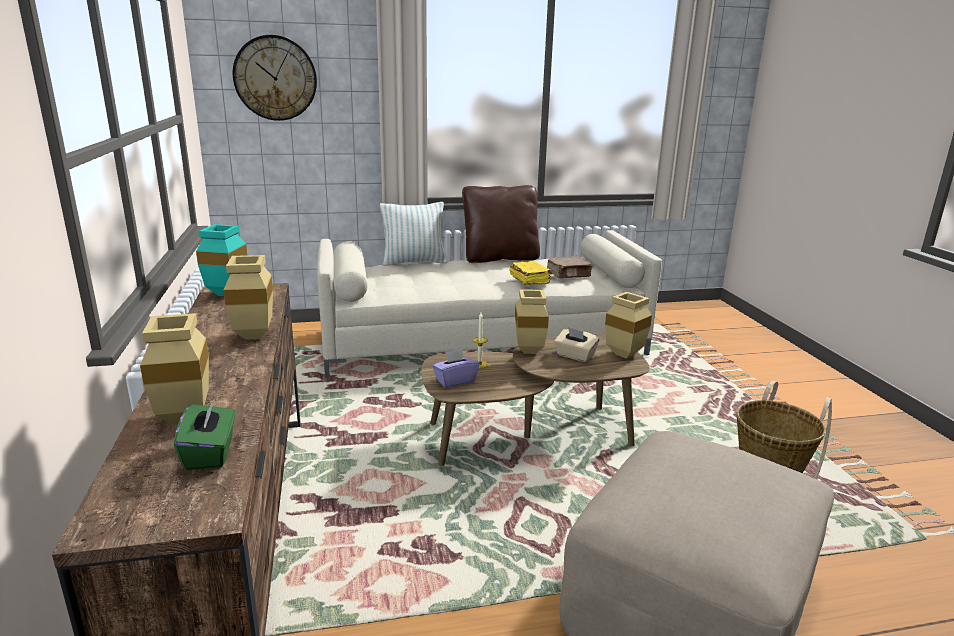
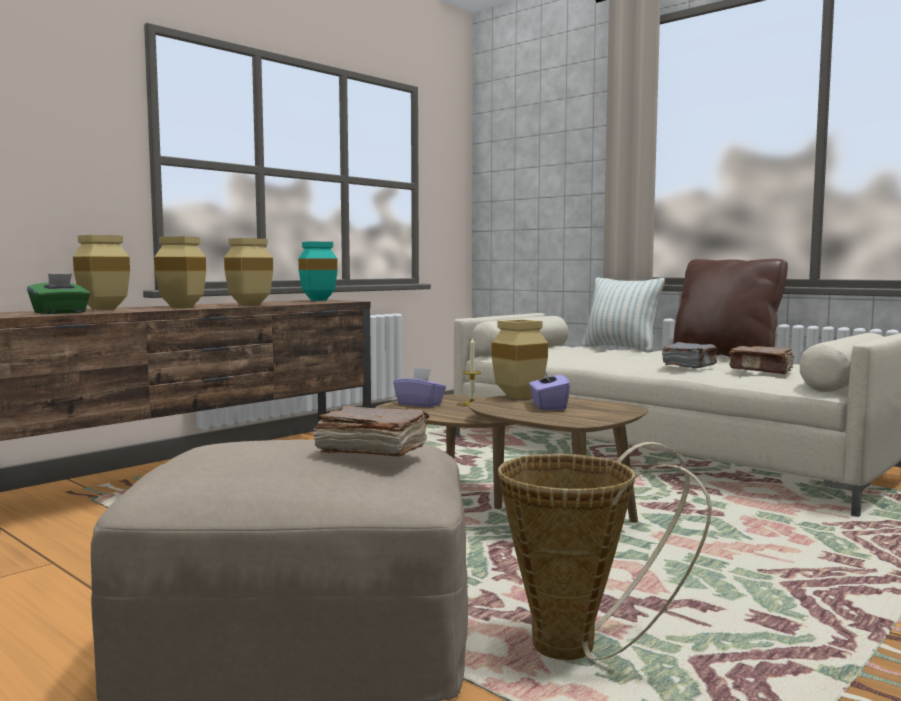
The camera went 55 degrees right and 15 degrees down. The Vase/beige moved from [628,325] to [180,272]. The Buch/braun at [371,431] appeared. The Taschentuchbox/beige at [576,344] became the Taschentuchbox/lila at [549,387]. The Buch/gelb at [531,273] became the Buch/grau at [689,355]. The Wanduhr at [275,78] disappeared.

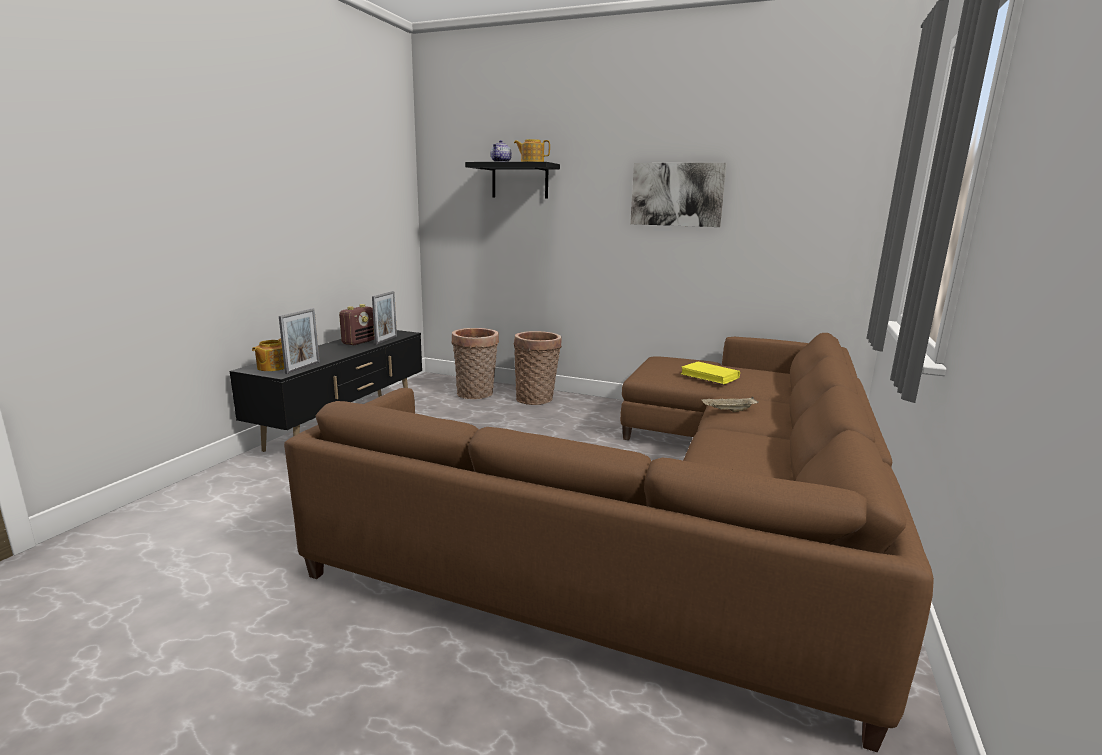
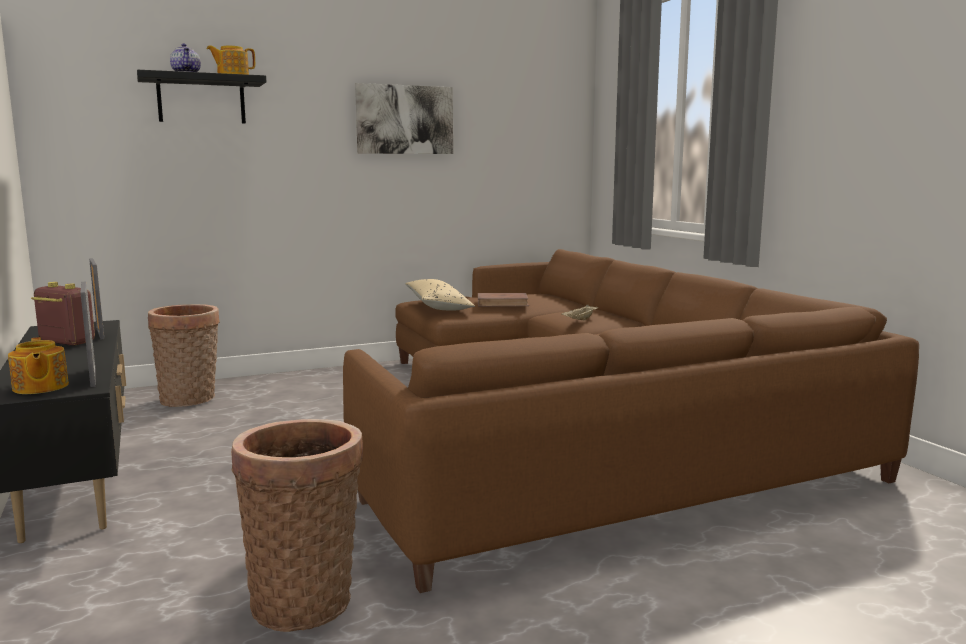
The camera went 45 degrees left and 5 degrees down. The Radio at [357,324] turned 45 degrees counterclockwise. The Korb moved from [538,368] to [297,525]. The Kissen/beige at [440,295] appeared. The Buch/gelb at [710,373] became the Buch/braun at [503,300].

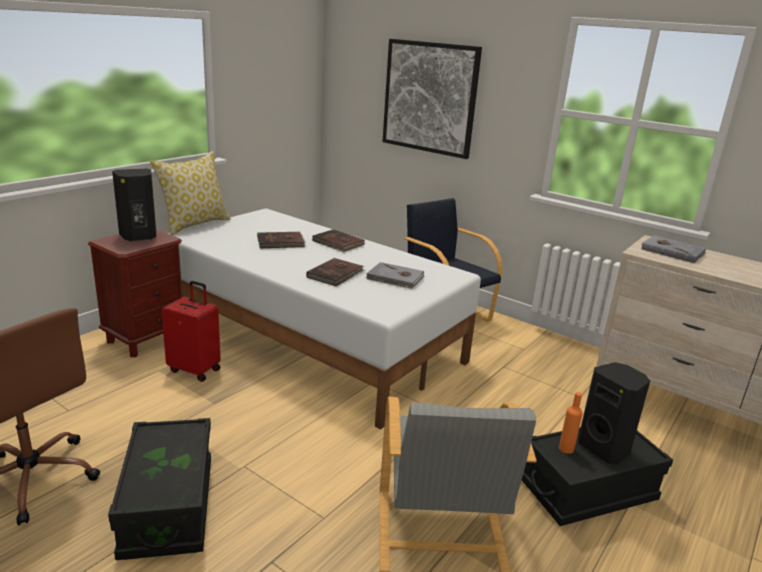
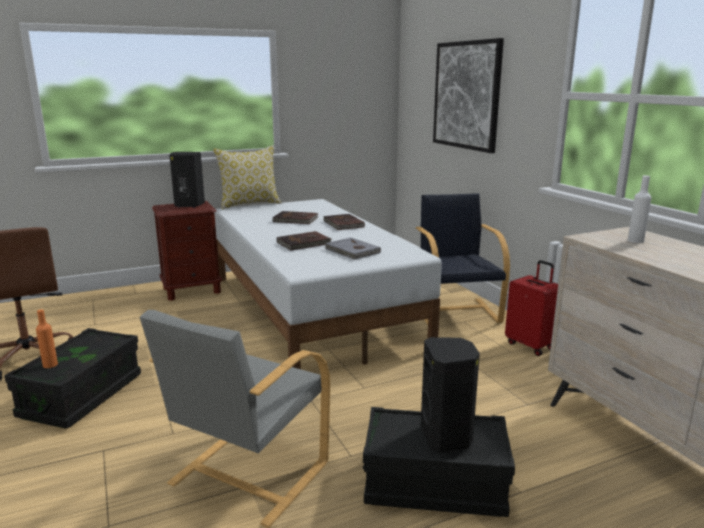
The camera went 30 degrees right and 5 degrees down. The Flasche/orange moved from [571,423] to [47,338]. The Koffer/rot moved from [191,331] to [531,308]. The Buch/grau at [673,249] was replaced by the Flasche/weiß at [639,209].

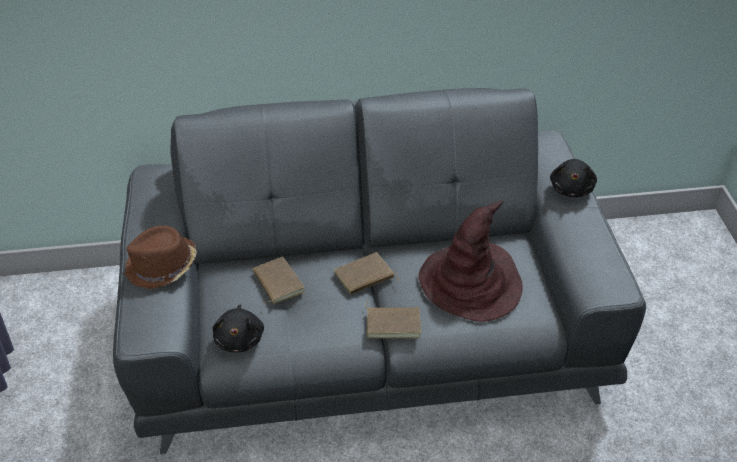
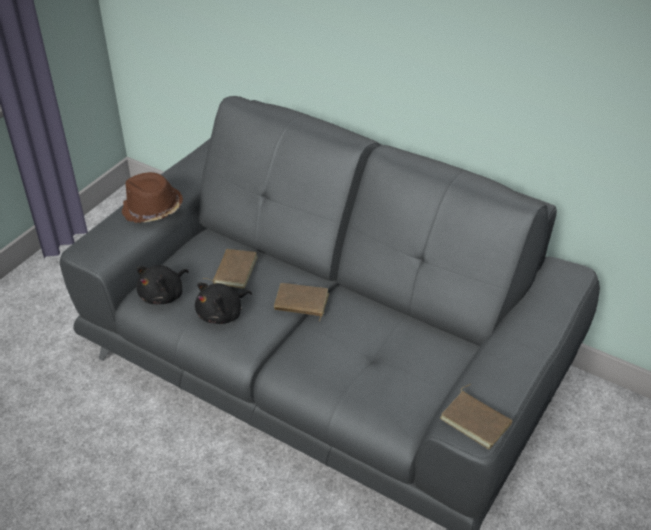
The camera went 40 degrees right and 0 degrees up. The Plüschtier/schwarz moved from [573,178] to [223,303]. The Buch/braun moved from [393,318] to [476,416]. The Hut/braun at [470,261] disappeared.

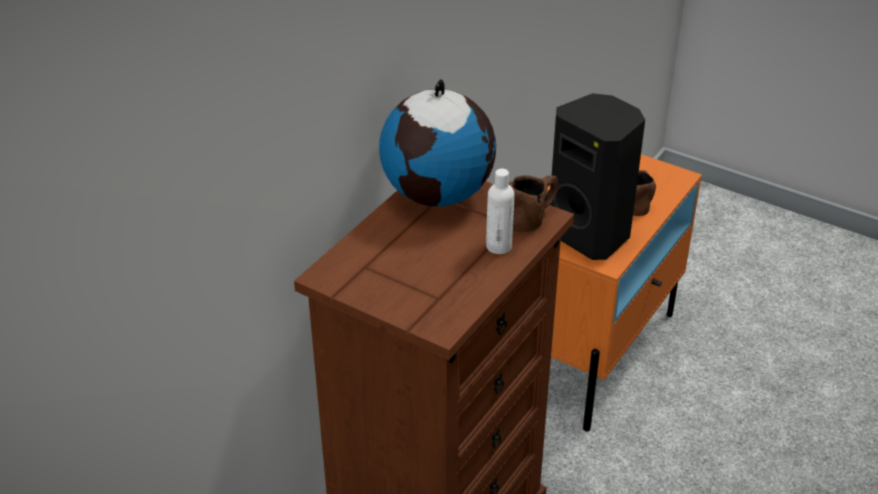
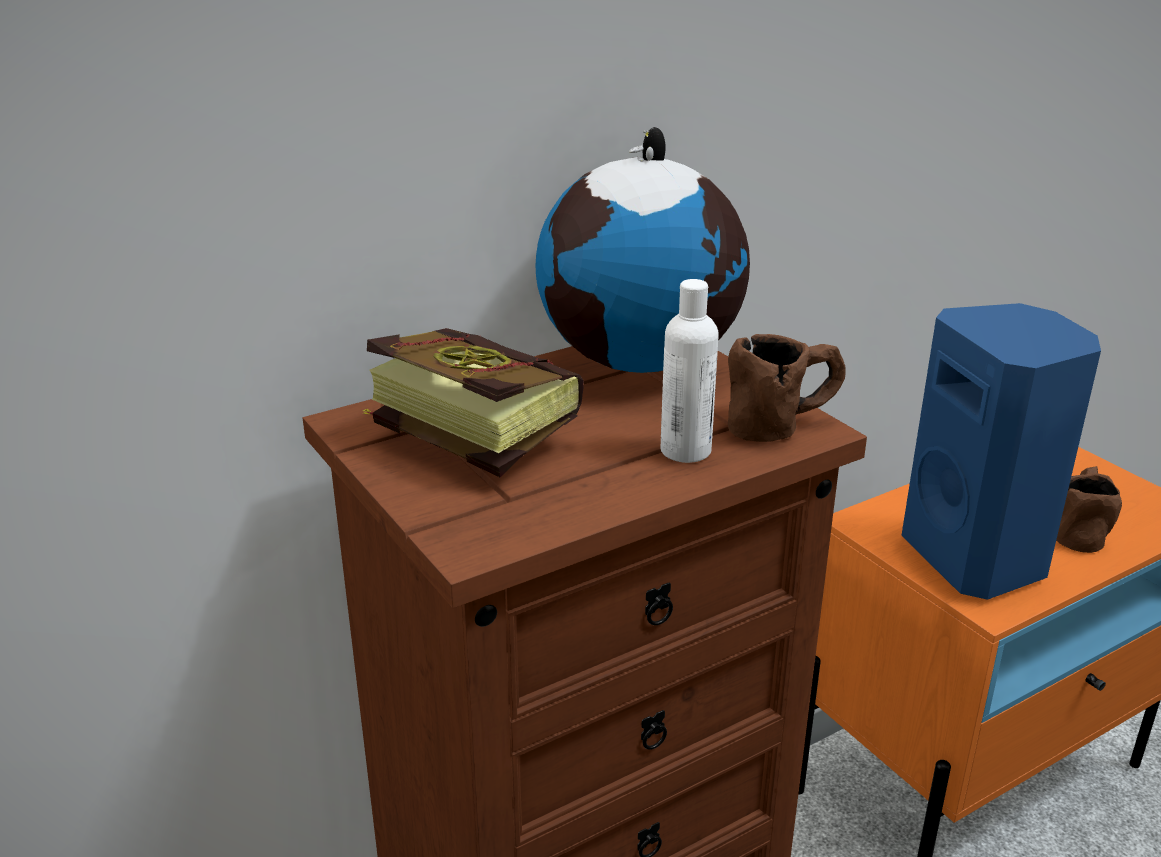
The camera went 25 degrees right and 10 degrees down. The Buch at [473,402] appeared. The Lautsprecher/schwarz at [597,176] became the Lautsprecher/blau at [1001,451].

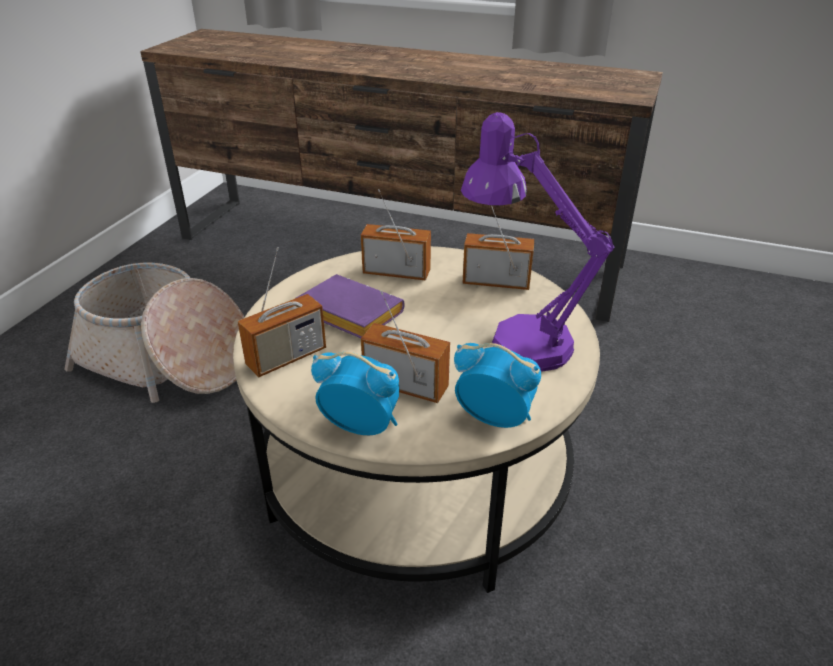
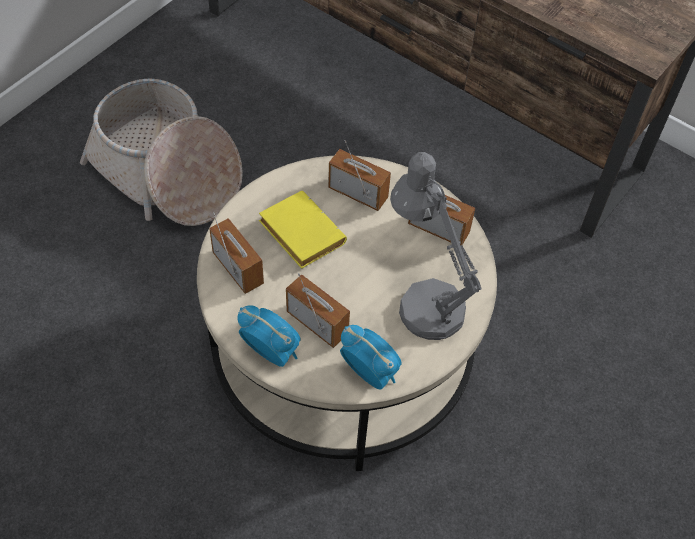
The camera went 15 degrees right and 20 degrees up. The Radio at [282,312] turned 105 degrees counterclockwise. The Buch/lila at [350,306] became the Buch/gelb at [303,230]. The Tischlampe/lila at [538,242] became the Tischlampe/grau at [436,246].

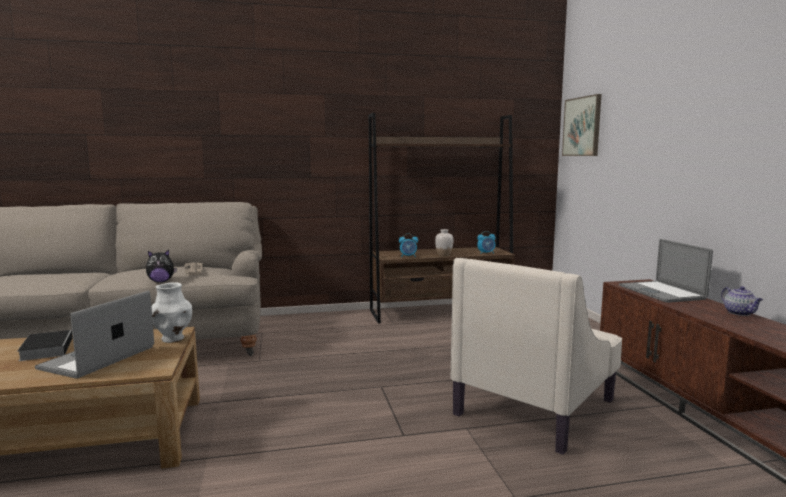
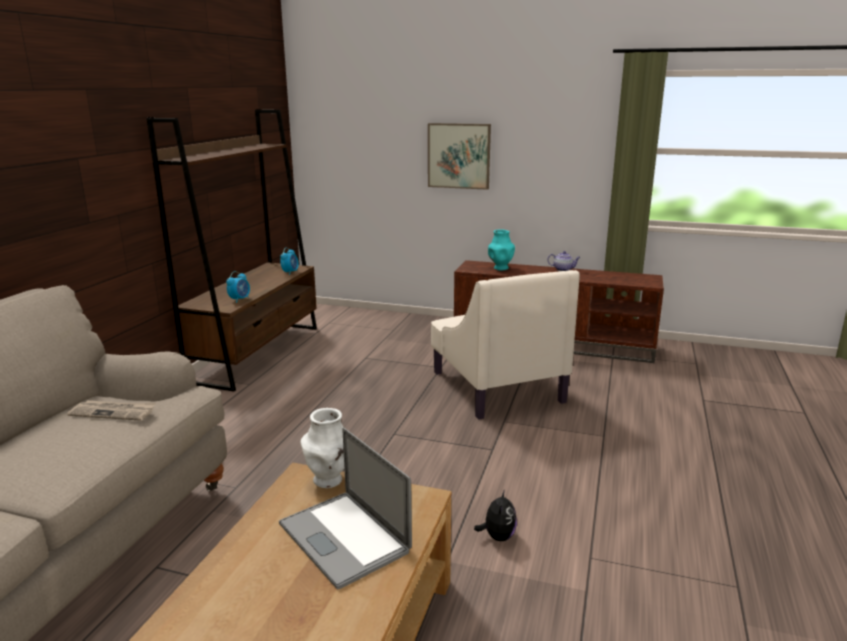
The camera went 60 degrees left and 10 degrees up. The Bild moved from [582,125] to [459,156]. The Plüschtier moved from [161,266] to [495,515]. The Laptop at [666,271] was replaced by the Vase/türkis at [501,249]. The Buch at [45,345] disappeared. The Vase/weiß at [444,243] disappeared.

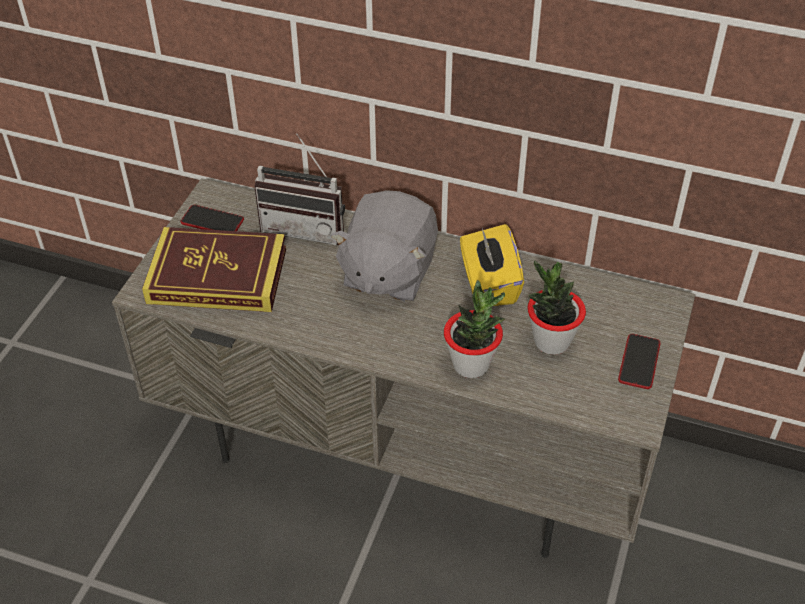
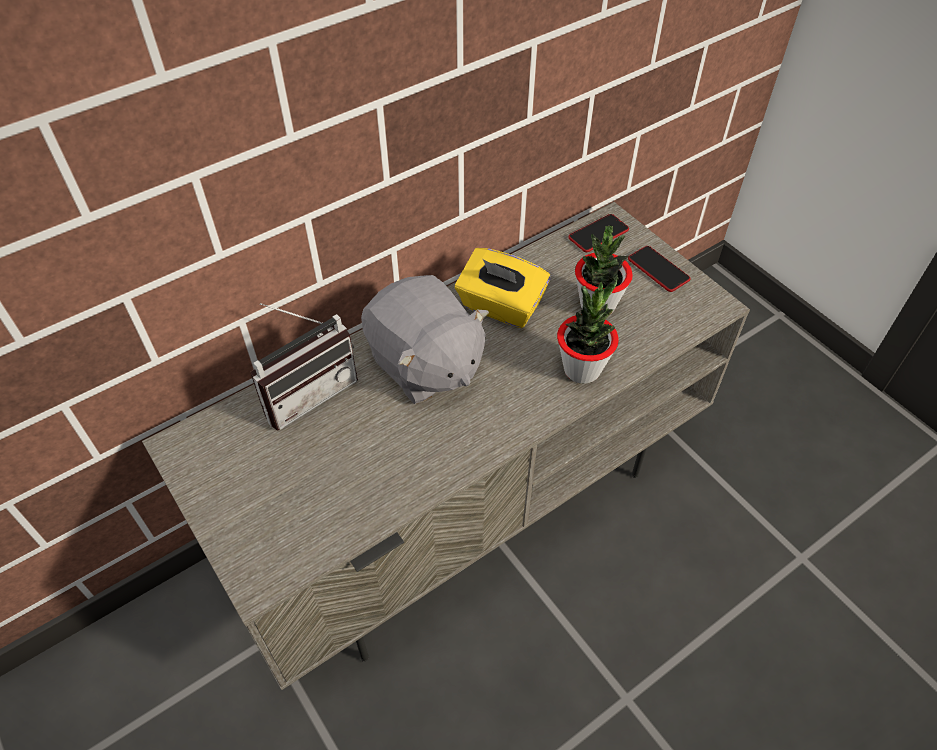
The camera went 55 degrees left and 5 degrees up. The Handy moved from [212,218] to [598,233]. The Buch at [214,269] disappeared.

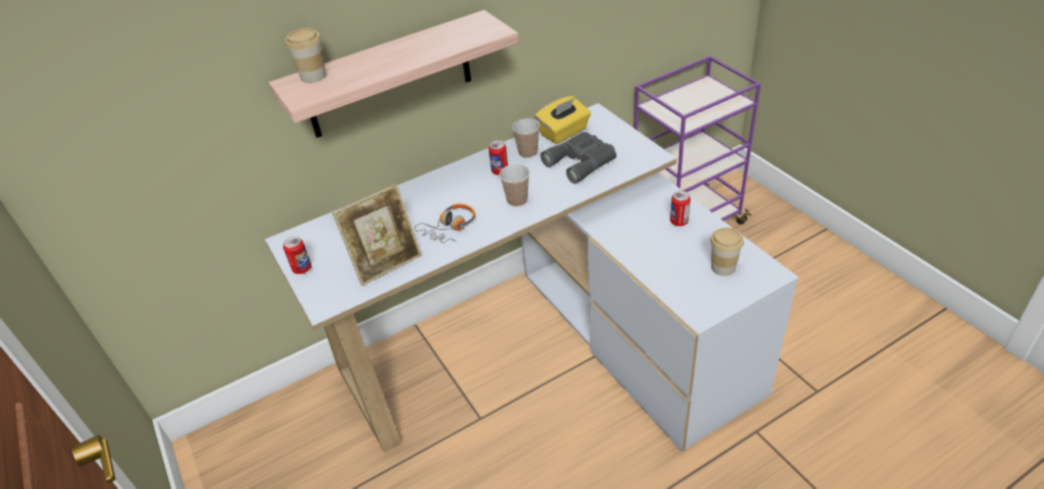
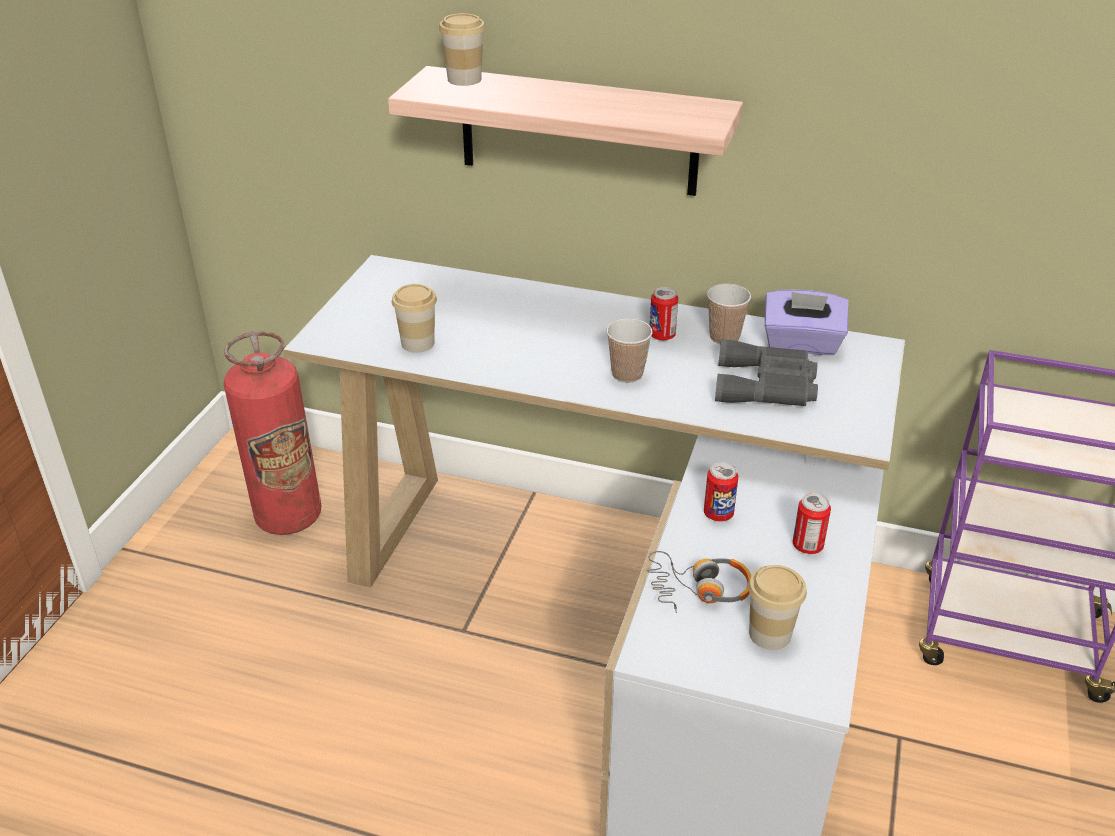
The camera went 45 degrees right and 5 degrees down. The Feuerlöscher at [272,433] appeared. The Bilderrahmen at [377,235] was replaced by the Tasse at [414,318]. The Kopfhörer moved from [444,223] to [699,582]. The Dose moved from [297,255] to [721,492]. The Taschentuchbox/gelb at [563,120] became the Taschentuchbox/lila at [806,322].

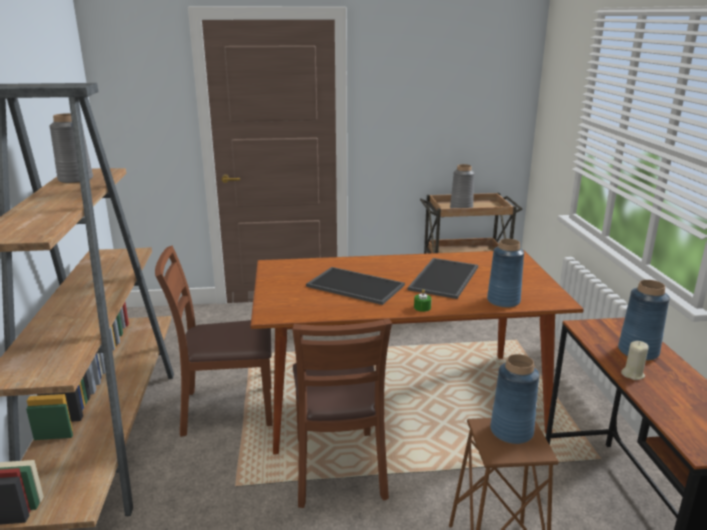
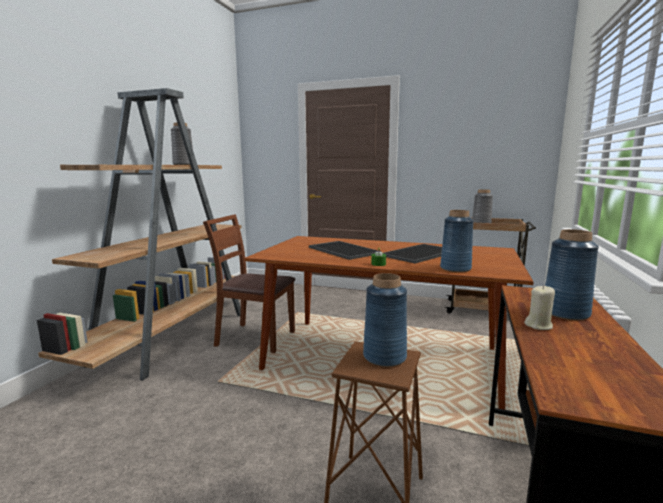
The camera went 25 degrees right and 10 degrees down. The Stuhl/braun at [342,413] disappeared.

